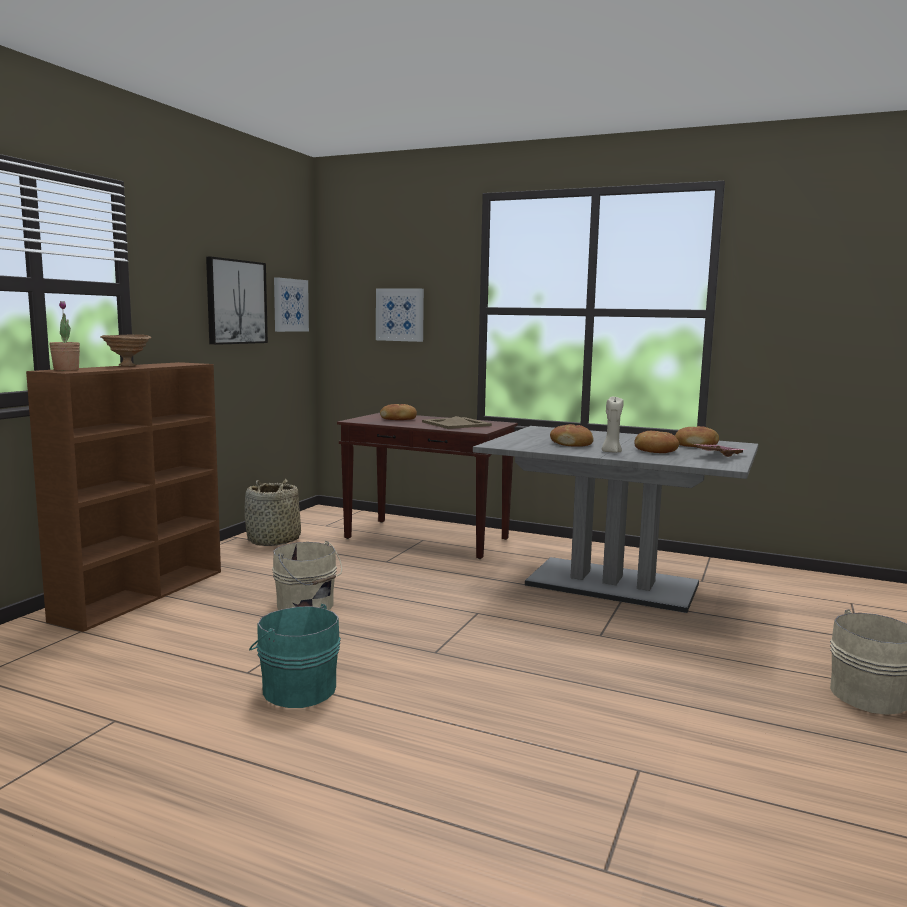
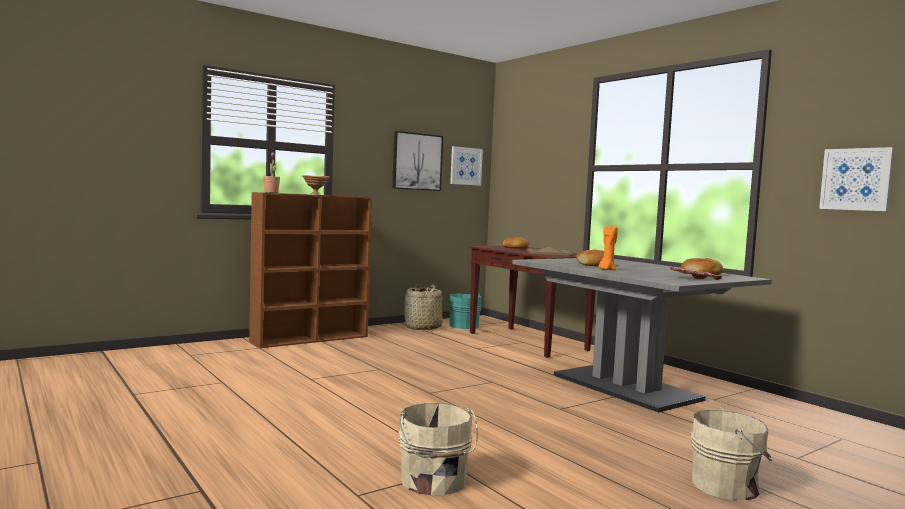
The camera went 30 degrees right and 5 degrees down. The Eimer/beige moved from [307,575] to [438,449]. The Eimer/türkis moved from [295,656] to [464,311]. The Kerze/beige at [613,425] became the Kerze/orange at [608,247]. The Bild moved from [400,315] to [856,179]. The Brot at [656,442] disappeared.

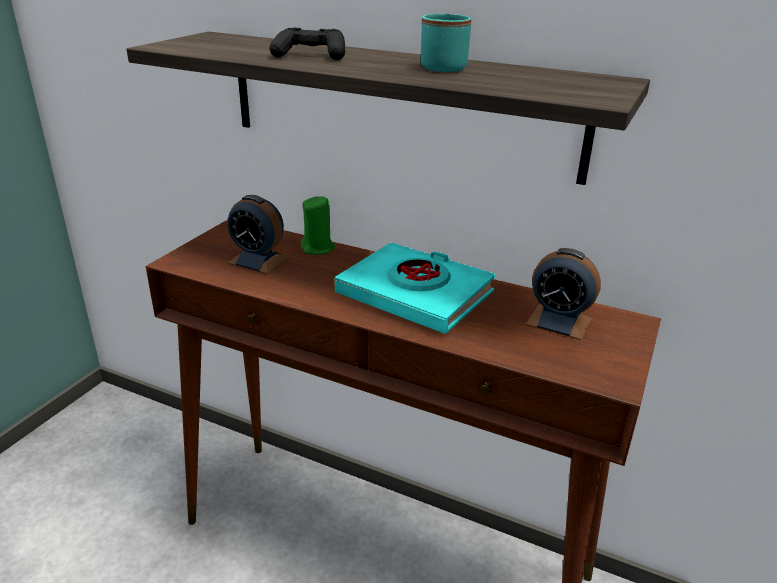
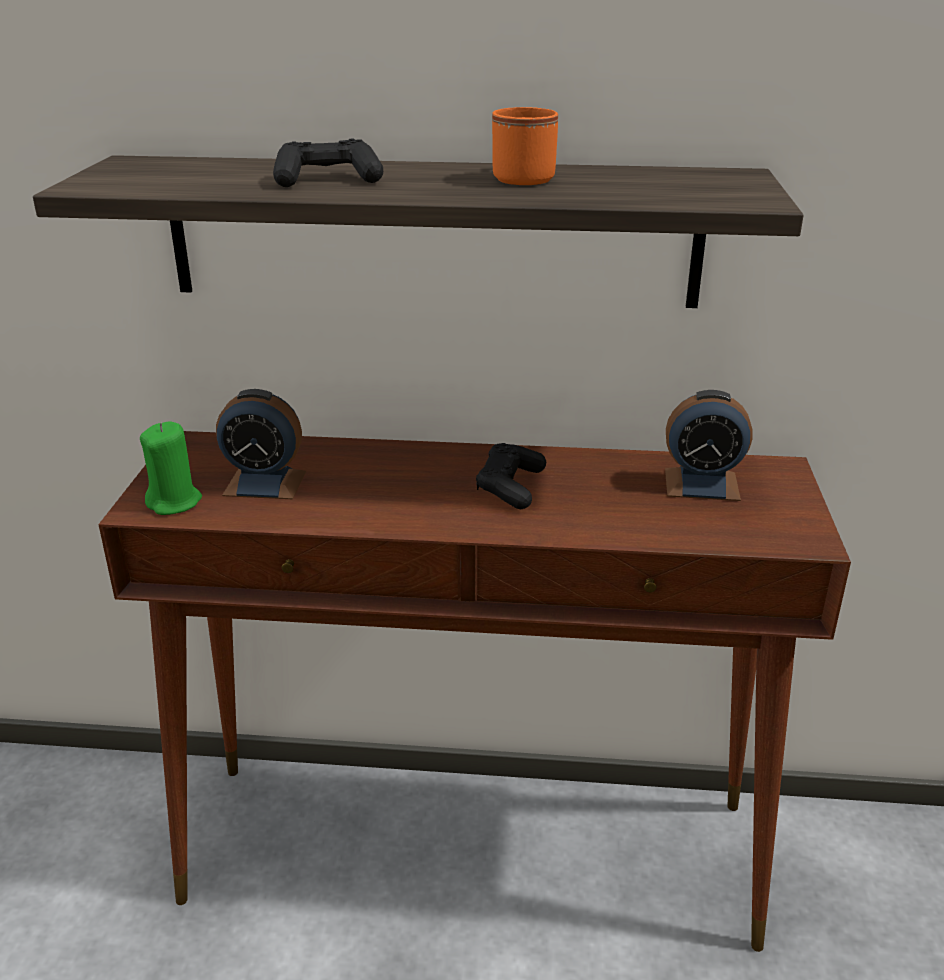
The camera went 20 degrees left and 0 degrees up. The Kerze/grün moved from [318,225] to [171,468]. The Buch/türkis at [415,288] was replaced by the Gamepad/schwarz at [511,476]. The Henkelbecher/türkis at [446,43] became the Henkelbecher/orange at [525,146].

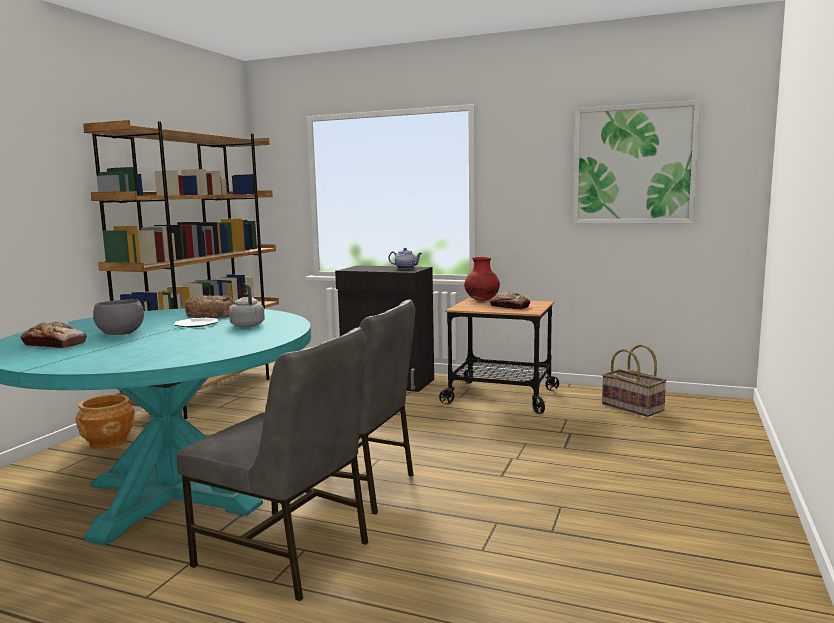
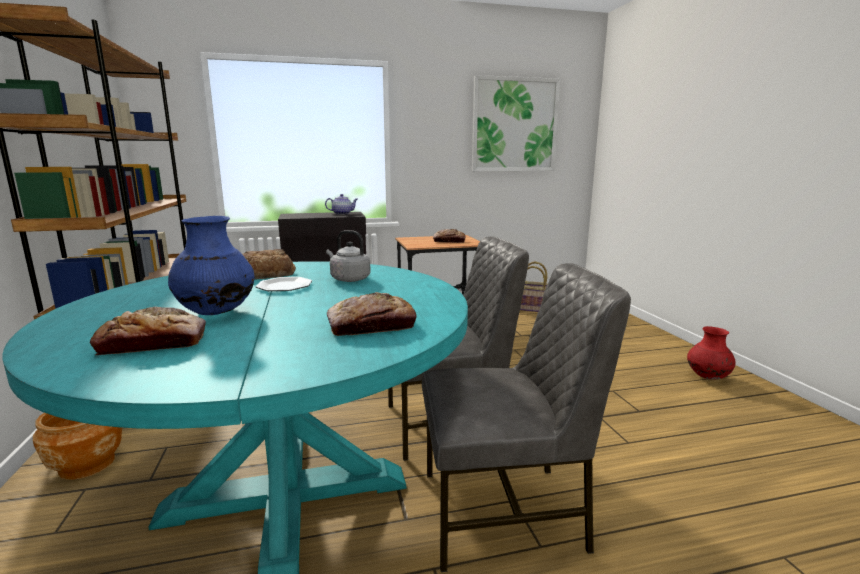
The camera went 35 degrees left and 5 degrees up. The Schüssel/grau at [118,317] was replaced by the Vase/blau at [211,265]. The Brot at [372,314] appeared. The Vase/rot moved from [482,279] to [711,352].

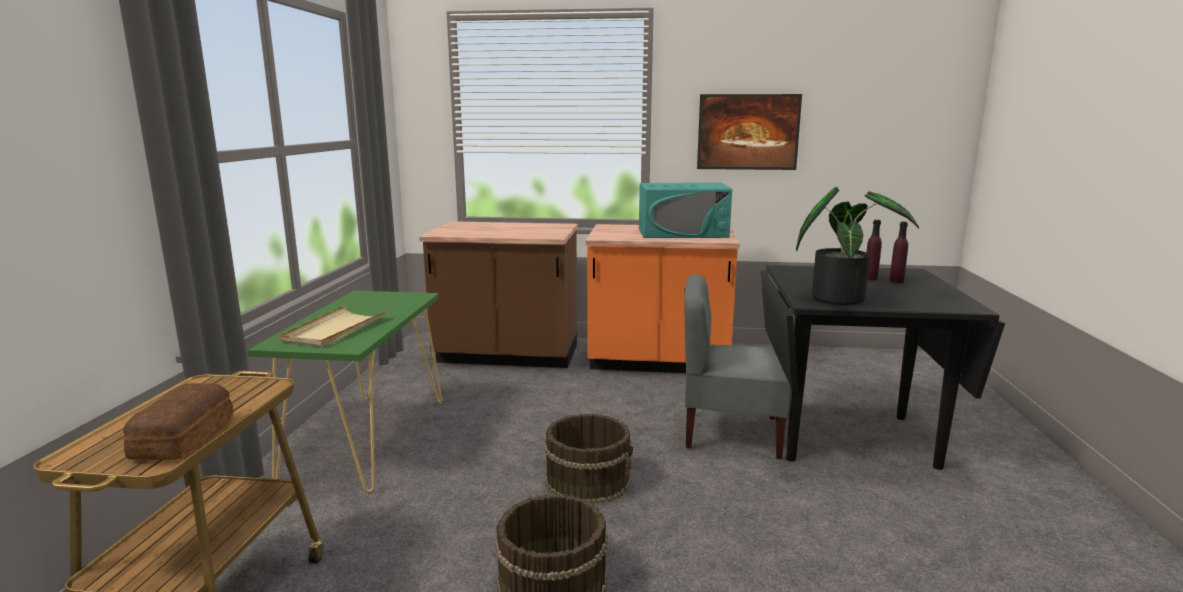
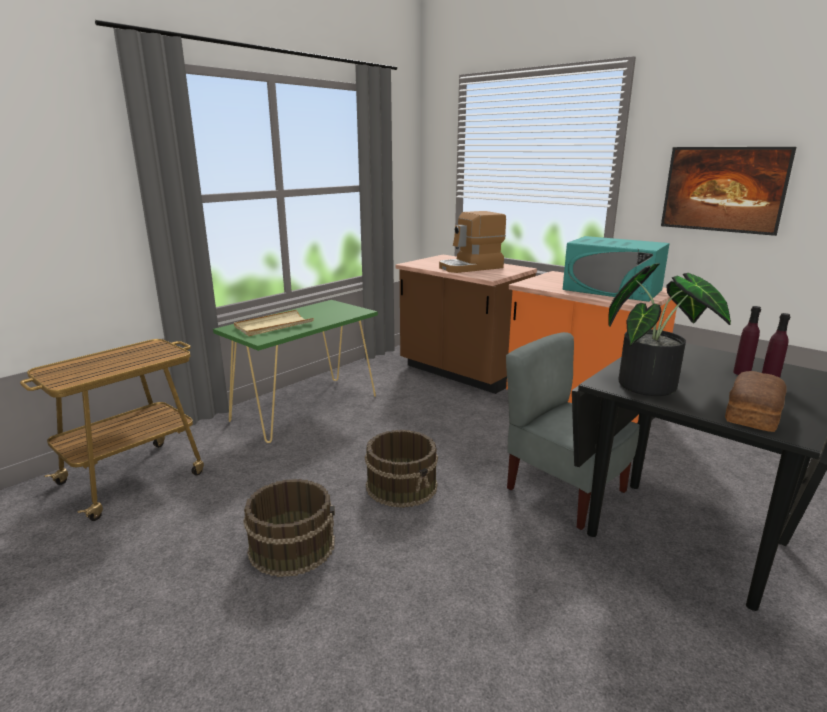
The camera went 35 degrees right and 5 degrees up. The Kaffeemaschine at [472,242] appeared. The Brot moved from [178,421] to [755,401].

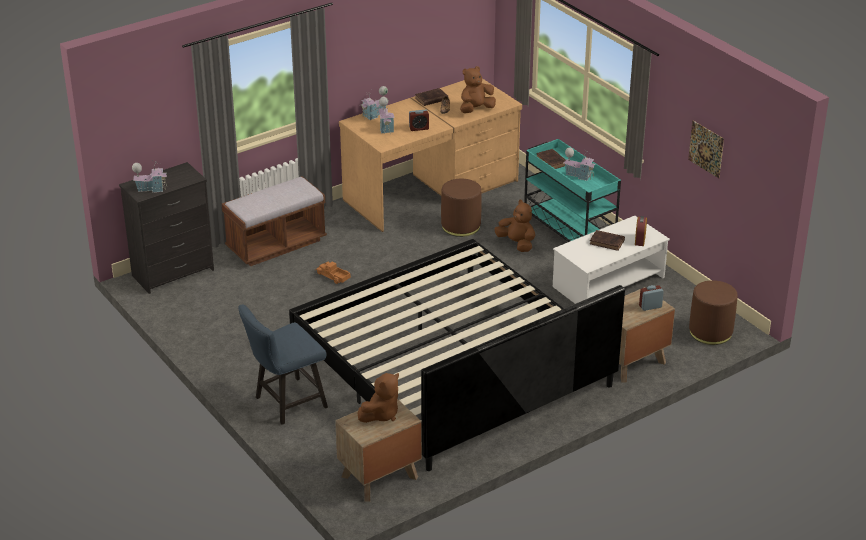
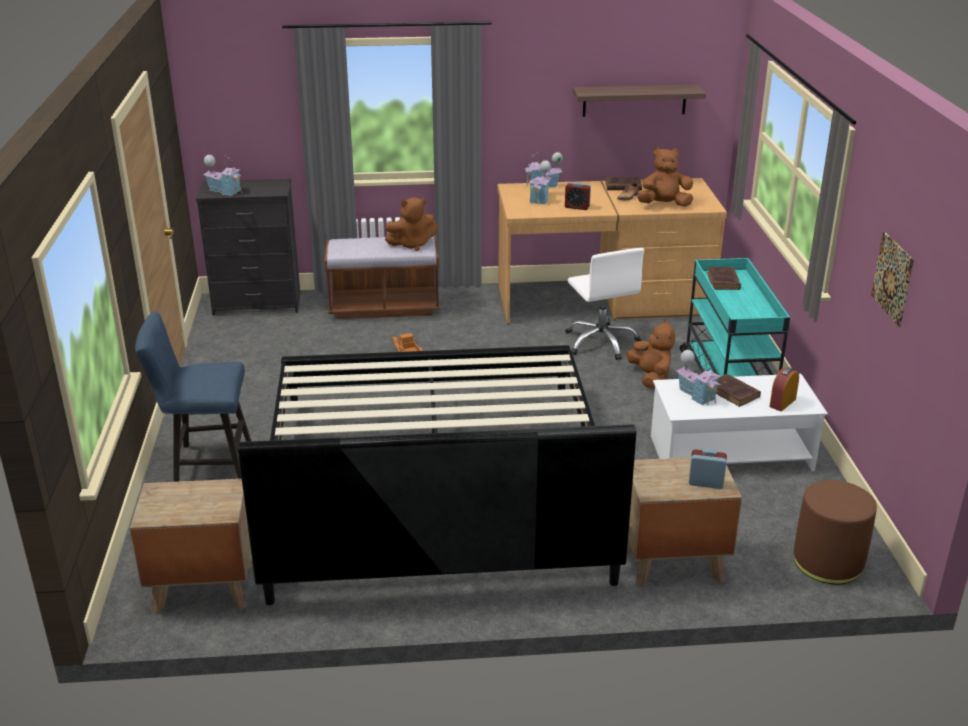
The camera went 30 degrees right and 5 degrees down. The Plüschtier/braun moved from [378,398] to [411,224]. The Polsterhocker/braun at [461,208] was replaced by the Bürostuhl/weiß at [604,304]. The Wandregal at [639,100] appeared. The Spielzeughaus moved from [580,164] to [698,377].

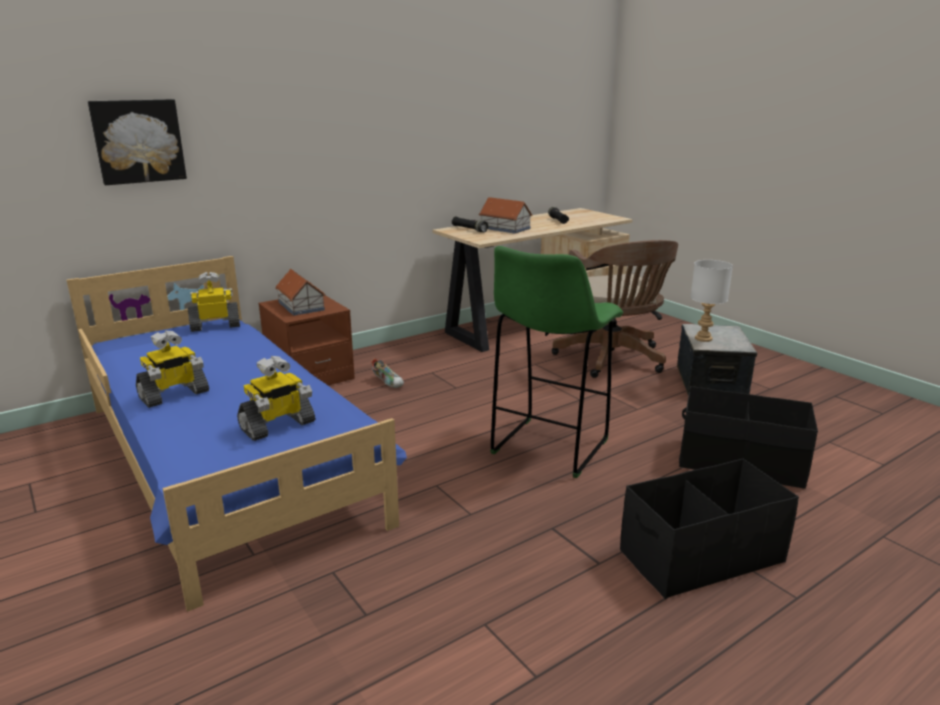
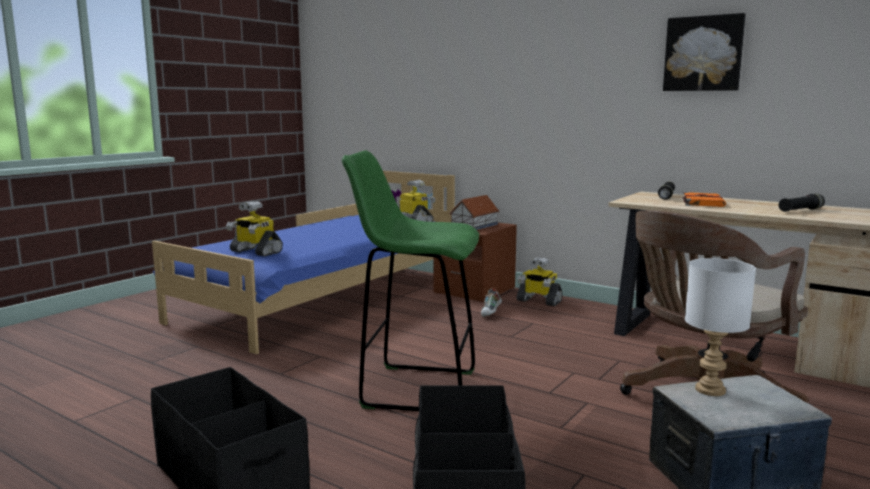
The camera went 70 degrees right and 10 degrees down. The Spielzeugroboter moved from [172,369] to [539,281]. The Bild moved from [137,142] to [704,52]. The Spielzeughaus at [505,215] was replaced by the Buch/orange at [704,199].

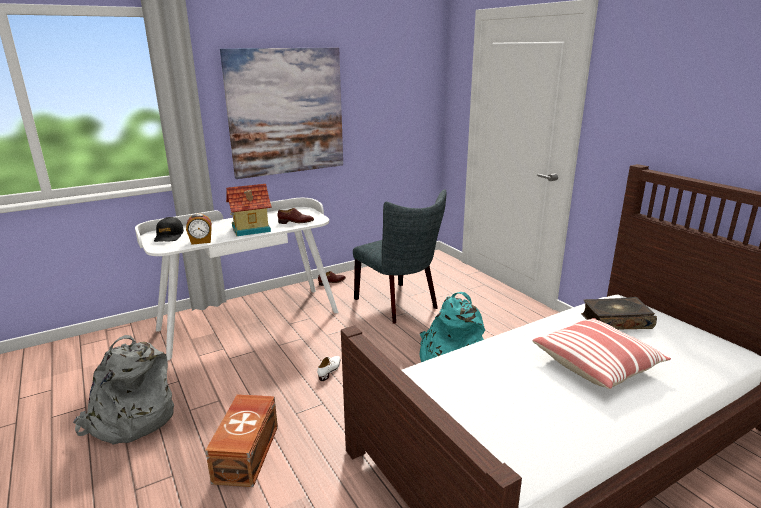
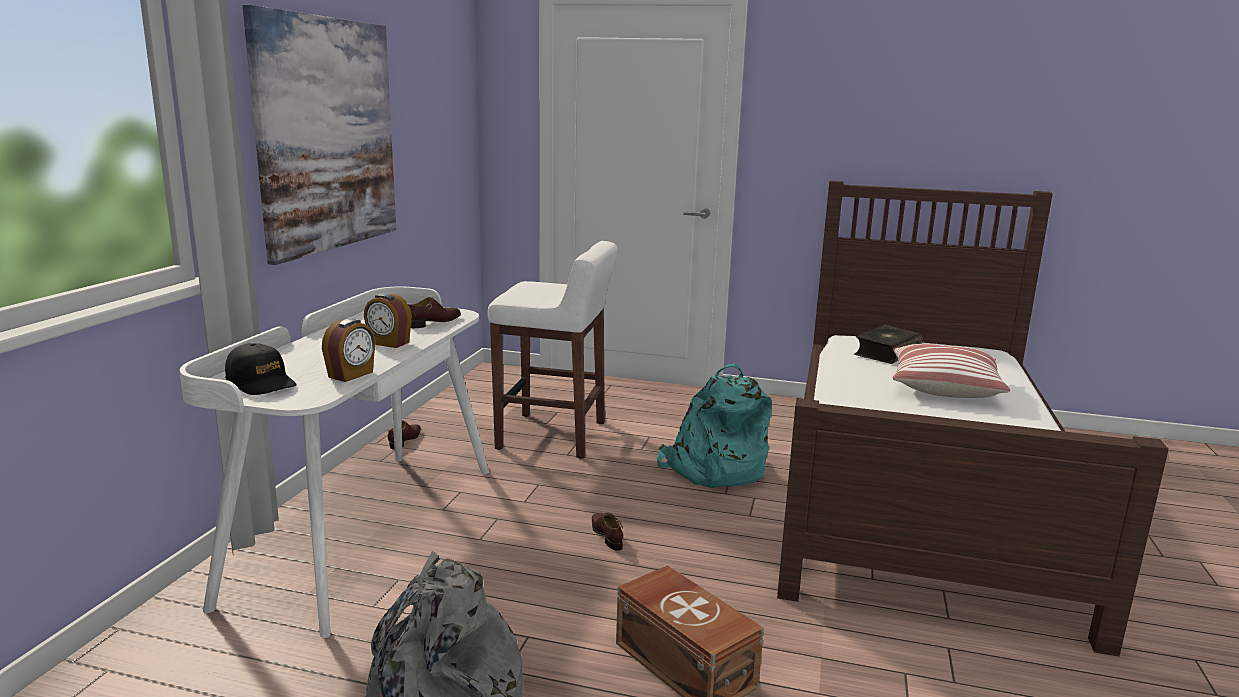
The camera went 45 degrees left and 5 degrees down. The Spielzeughaus at [249,210] was replaced by the Wecker at [388,320]. The Stuhl/grau at [399,256] was replaced by the Hocker/weiß at [553,350]. The Schuh/weiß at [328,368] became the Schuh/braun at [607,531].

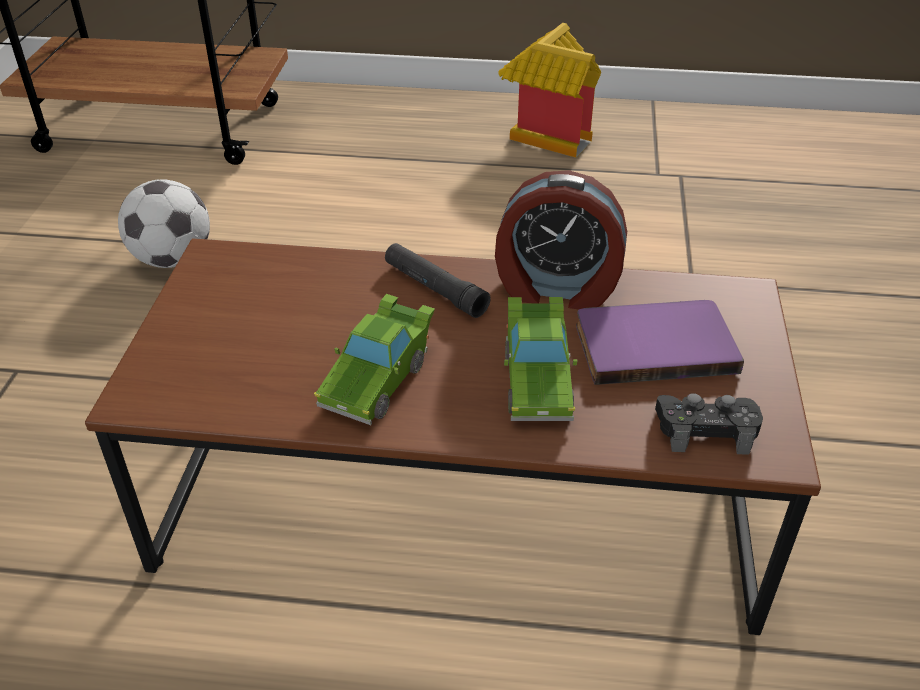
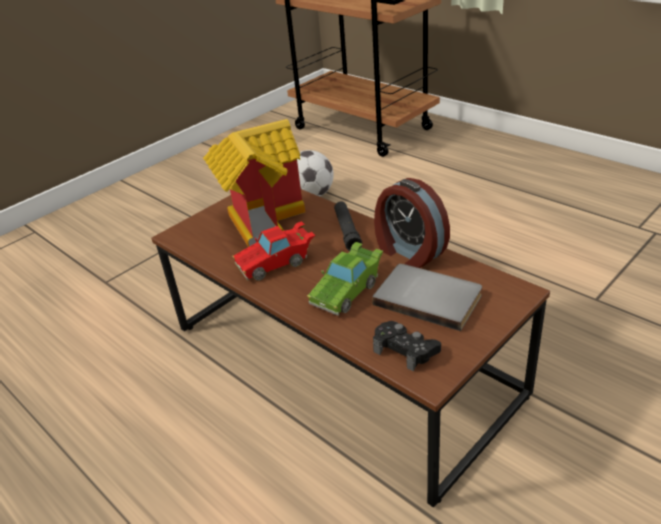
The camera went 40 degrees right and 5 degrees down. The Spielzeughaus moved from [550,90] to [254,183]. The Spielzeugauto/grün at [374,359] became the Spielzeugauto/rot at [274,251]. The Buch/lila at [660,342] became the Buch/grau at [427,297].

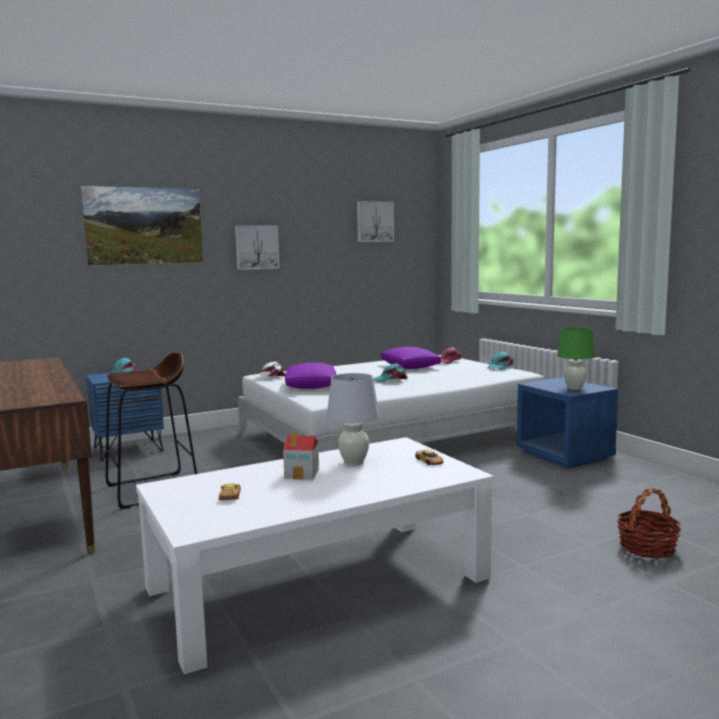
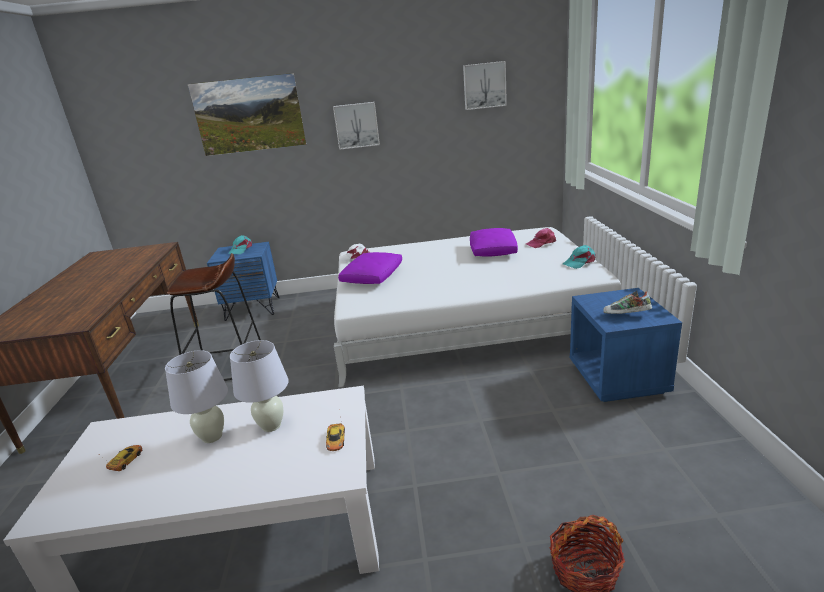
The camera went 25 degrees right and 15 degrees up. The Spielzeughaus at [301,456] was replaced by the Tischlampe/weiß at [196,396]. The Tischlampe/grün at [576,358] was replaced by the Schuh at [627,302]. The Kappe/türkis at [390,372] disappeared.

